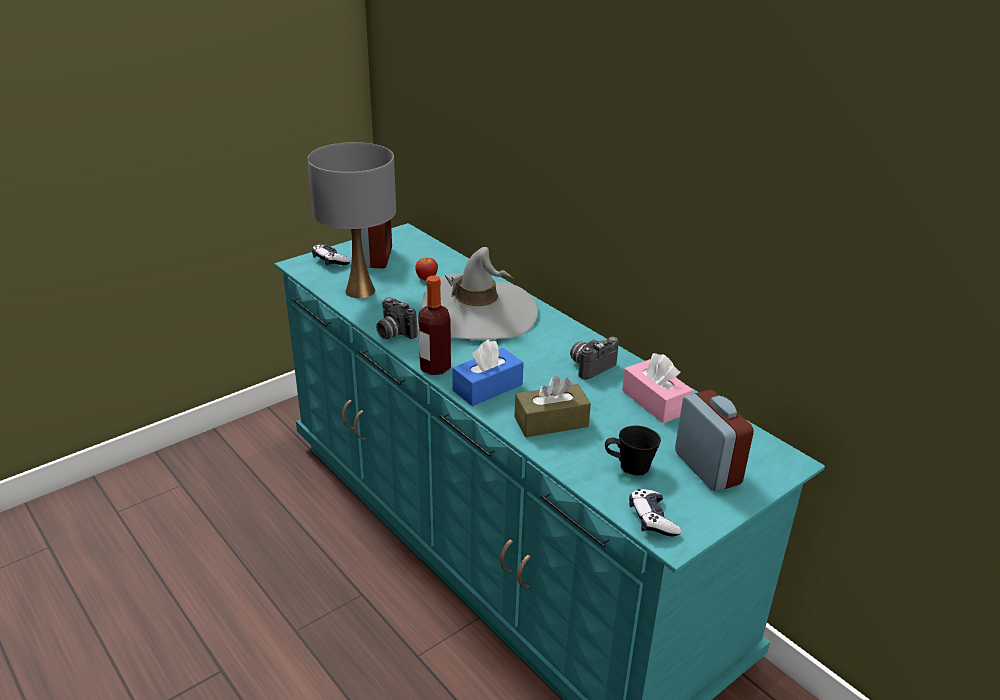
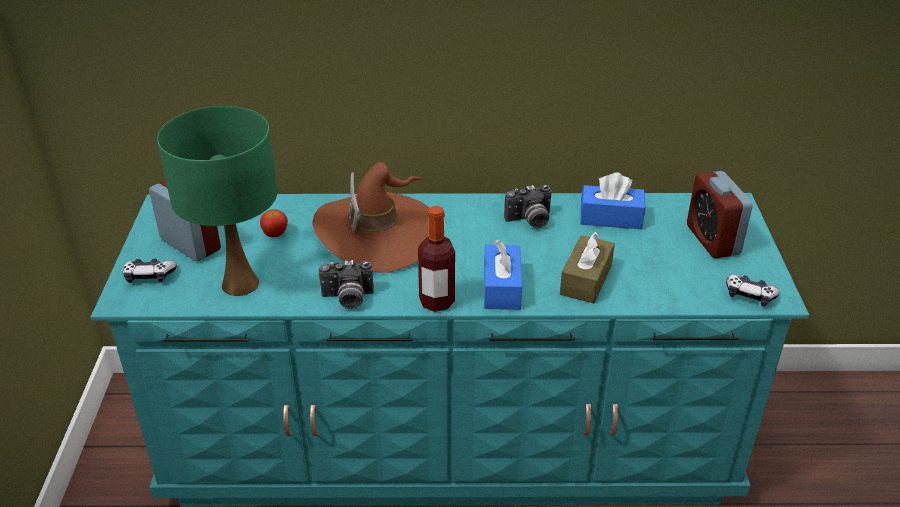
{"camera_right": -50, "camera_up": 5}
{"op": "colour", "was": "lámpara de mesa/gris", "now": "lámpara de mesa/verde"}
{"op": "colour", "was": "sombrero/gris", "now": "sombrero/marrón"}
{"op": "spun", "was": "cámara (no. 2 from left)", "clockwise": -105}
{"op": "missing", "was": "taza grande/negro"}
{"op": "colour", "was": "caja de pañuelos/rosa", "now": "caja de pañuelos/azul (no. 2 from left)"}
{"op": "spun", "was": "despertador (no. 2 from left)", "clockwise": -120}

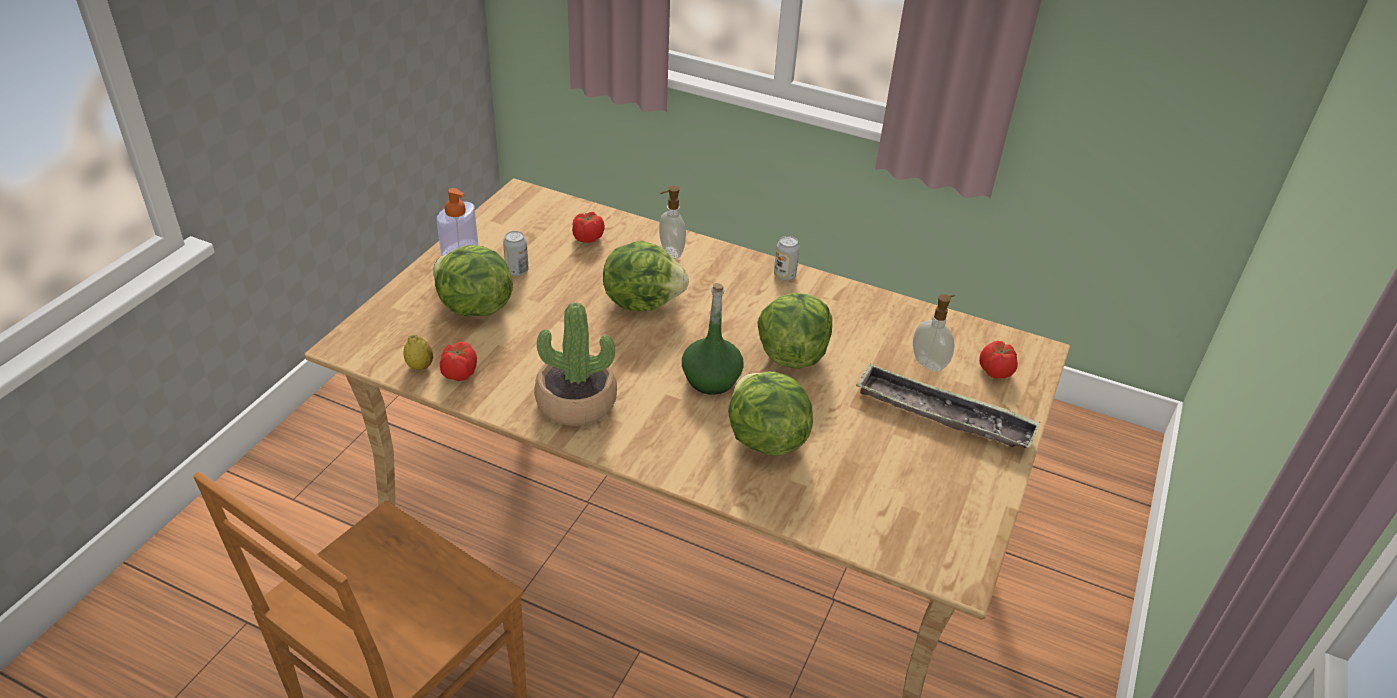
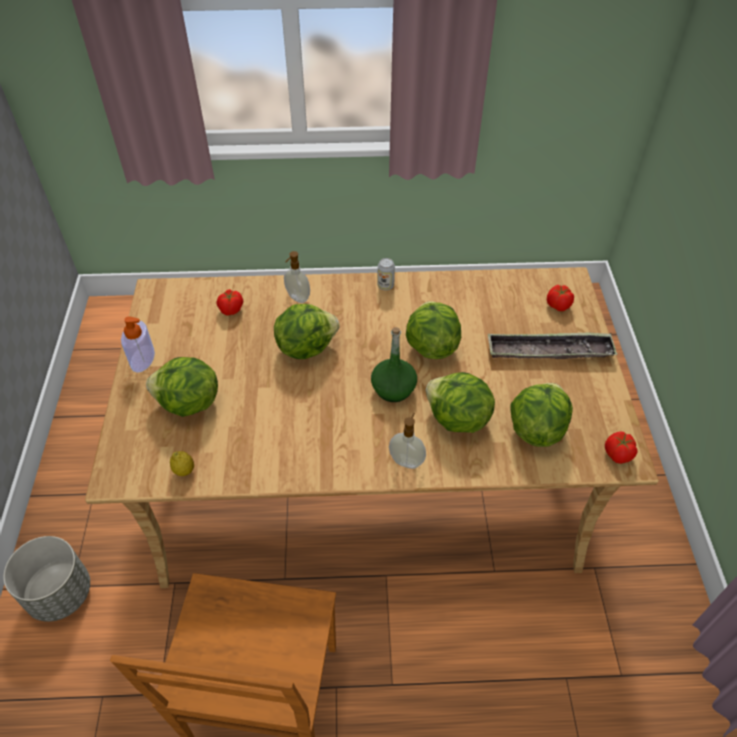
{"camera_right": -25, "camera_up": 10}
{"op": "relocated", "was": "tomate (no. 1 from left in the first image)", "now": "tomate (no. 3 from left)"}
{"op": "missing", "was": "lata (no. 1 from left)"}
{"op": "missing", "was": "planta en maceta"}
{"op": "relocated", "was": "dispensador de jabón (no. 3 from left)"}
{"op": "appeared", "now": "maceta/gris"}
{"op": "appeared", "now": "lechuga (no. 5 from left)"}

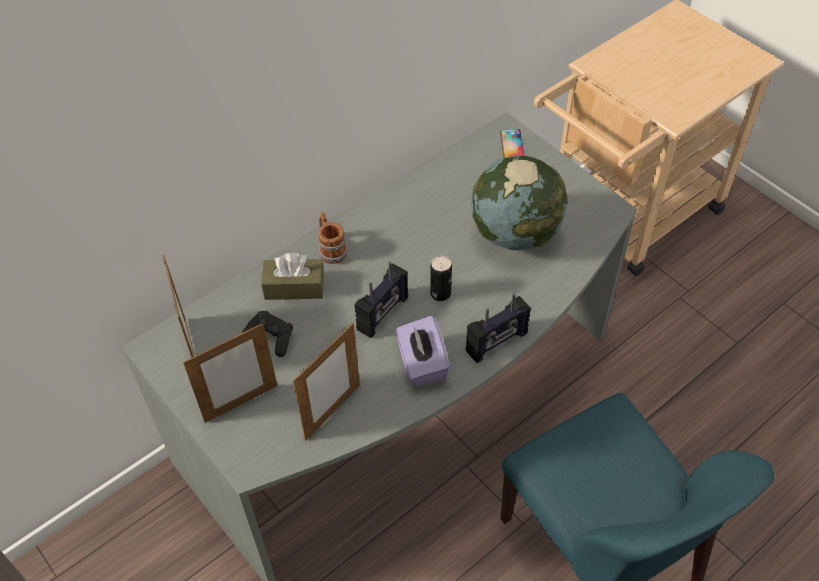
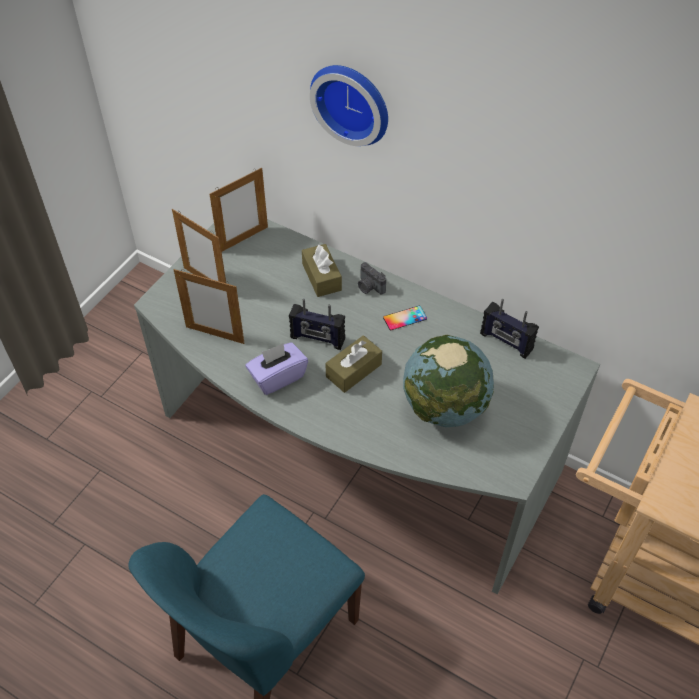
{"camera_right": 70, "camera_up": 0}
{"op": "missing", "was": "mando de consola/negro"}
{"op": "exchanged", "was": "taza grande", "now": "cámara"}
{"op": "exchanged", "was": "lata", "now": "caja de pañuelos/marrón (no. 2 from left)"}
{"op": "relocated", "was": "radio (no. 2 from left)"}
{"op": "relocated", "was": "móvil"}
{"op": "appeared", "now": "reloj de pared"}

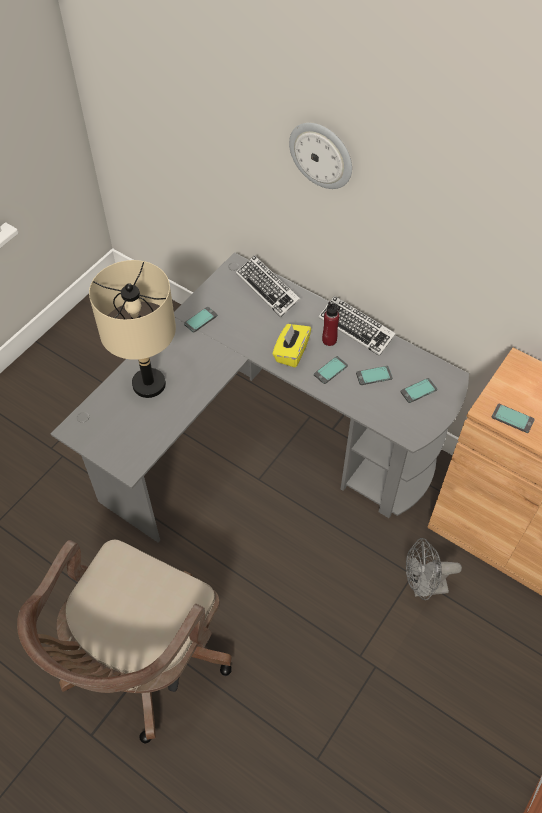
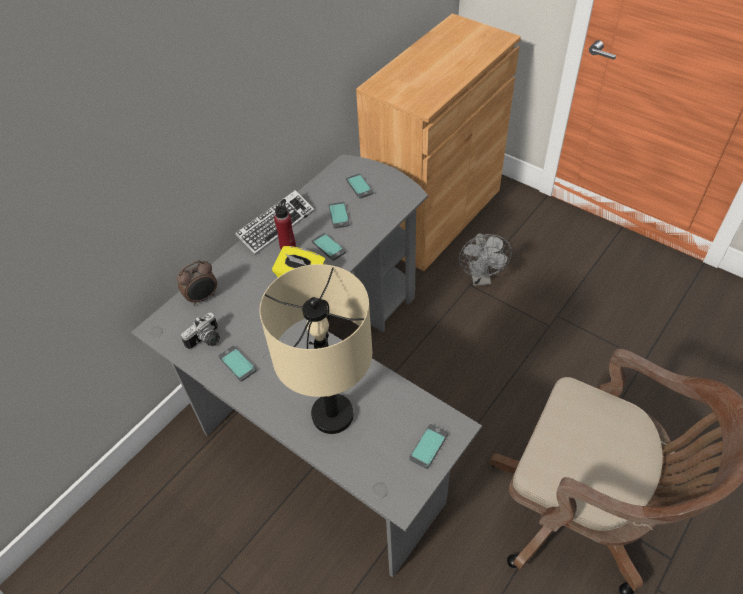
{"camera_right": -85, "camera_up": -5}
{"op": "exchanged", "was": "teclado (no. 1 from left)", "now": "despertador"}
{"op": "missing", "was": "reloj de pared"}
{"op": "relocated", "was": "móvil (no. 5 from left)"}
{"op": "appeared", "now": "cámara"}

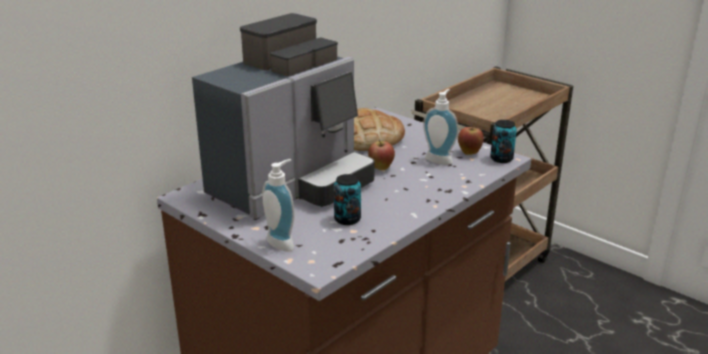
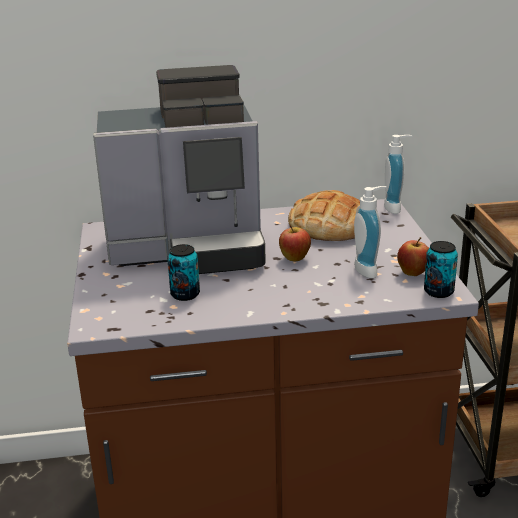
{"camera_right": 40, "camera_up": 0}
{"op": "relocated", "was": "dispensador de jabón (no. 1 from left in the first image)", "now": "dispensador de jabón (no. 2 from left)"}

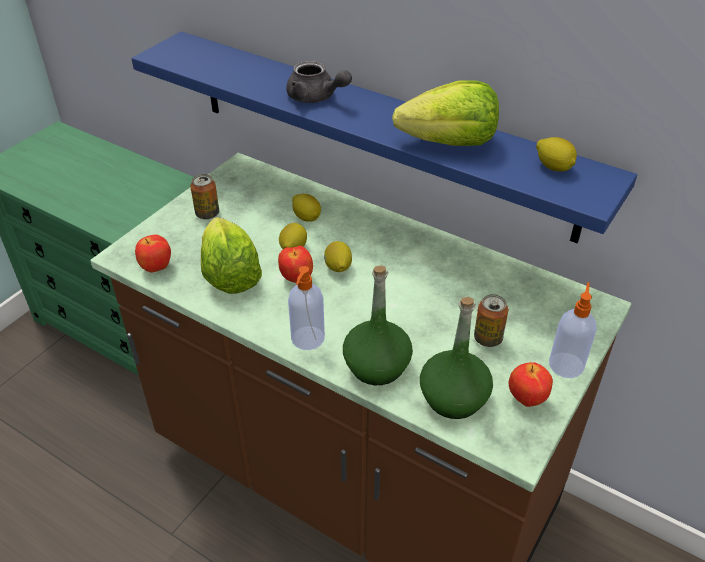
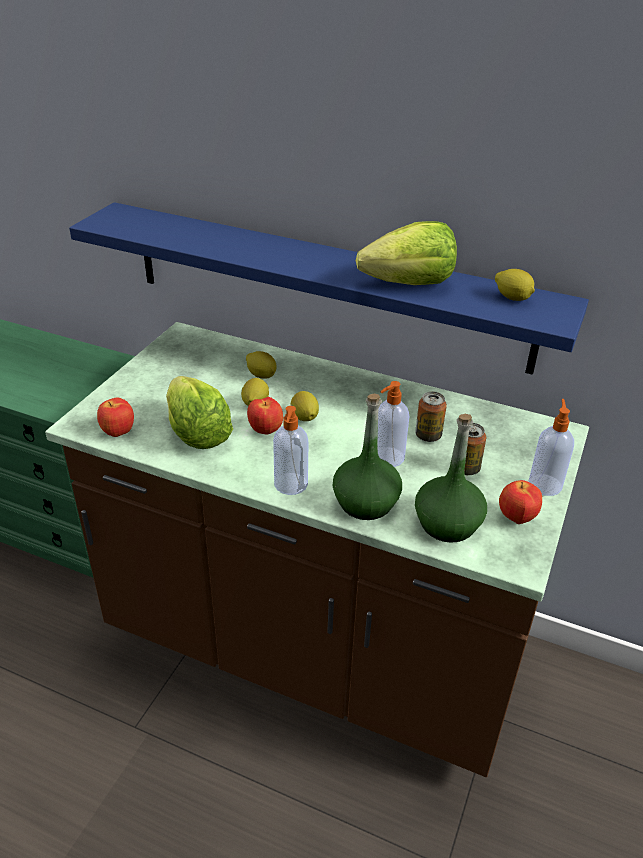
{"camera_right": -10, "camera_up": -5}
{"op": "relocated", "was": "lata (no. 1 from left)"}
{"op": "missing", "was": "tetera/gris"}
{"op": "appeared", "now": "dispensador de jabón (no. 2 from left)"}

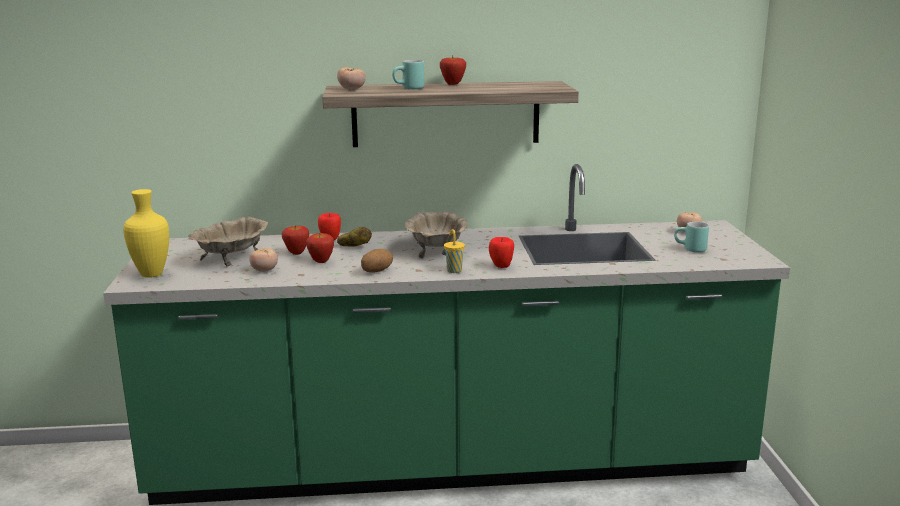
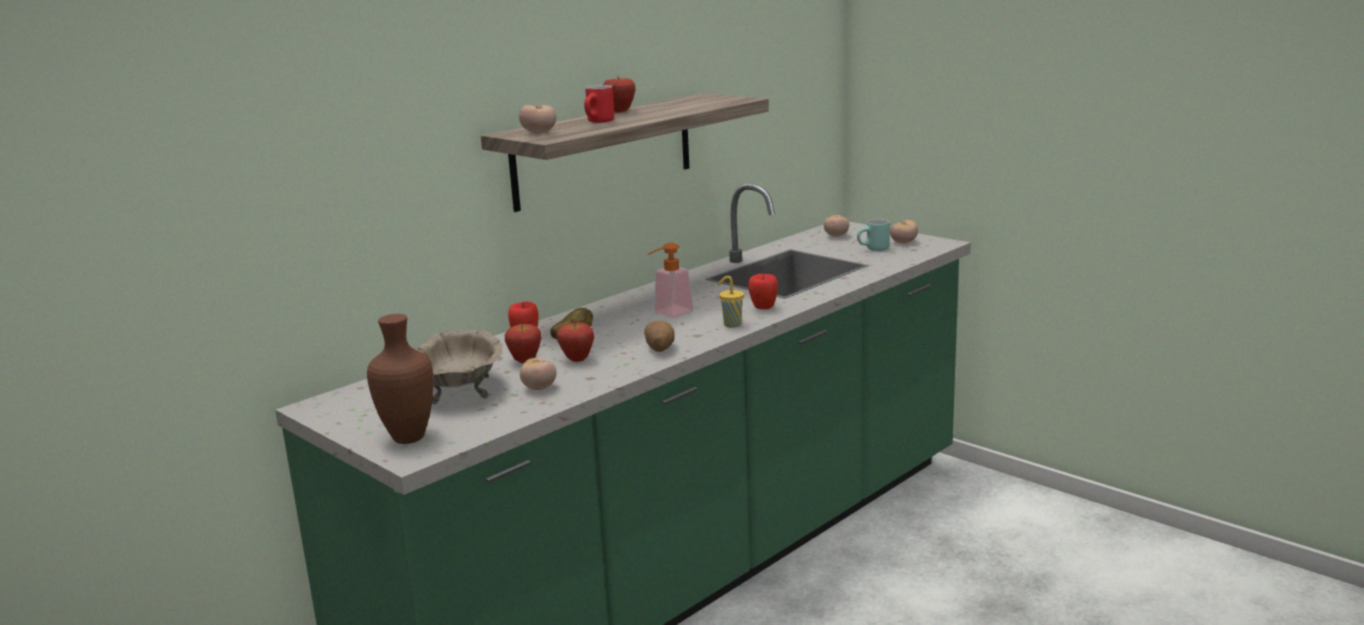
{"camera_right": -40, "camera_up": 0}
{"op": "colour", "was": "florero/amarillo", "now": "florero/marrón"}
{"op": "colour", "was": "taza grande/turquesa (no. 1 from left)", "now": "taza grande/rojo"}
{"op": "exchanged", "was": "cuenco/beis (no. 2 from left)", "now": "dispensador de jabón"}
{"op": "appeared", "now": "tomate (no. 4 from left)"}

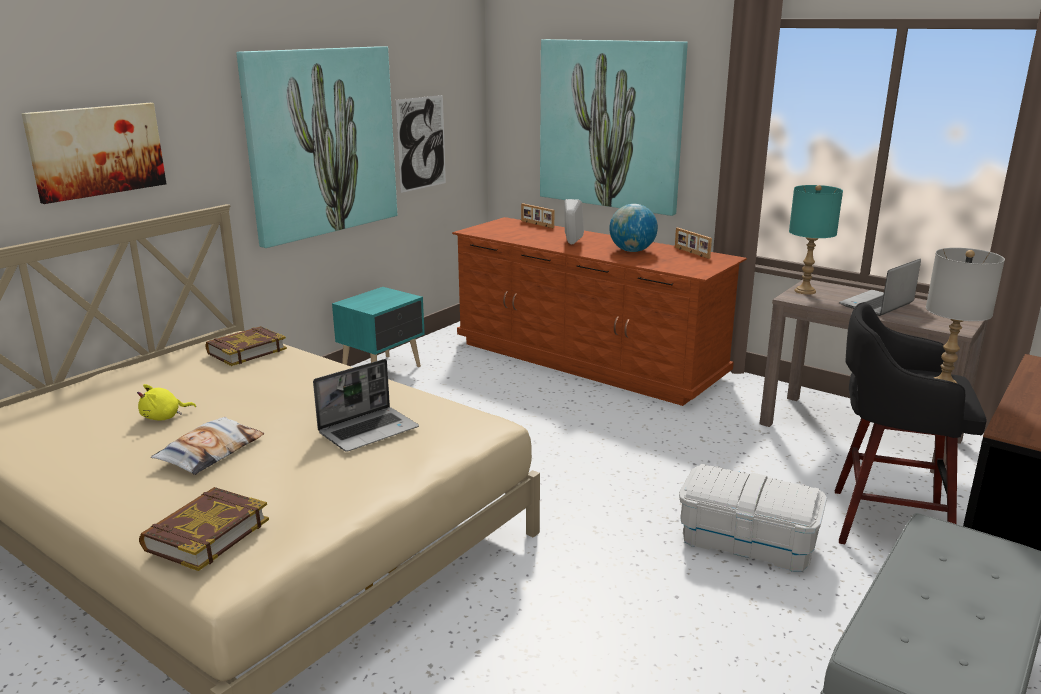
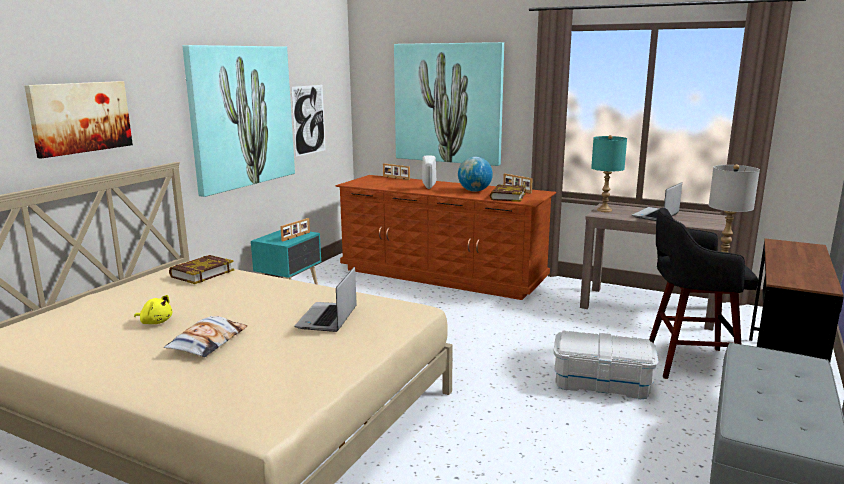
{"camera_right": -10, "camera_up": -5}
{"op": "spun", "was": "peluche/amarillo", "clockwise": -120}
{"op": "relocated", "was": "libro (no. 1 from left in the first image)", "now": "libro (no. 2 from left)"}
{"op": "spun", "was": "portátil (no. 1 from left)", "clockwise": 150}
{"op": "appeared", "now": "portarretratos (no. 1 from left)"}

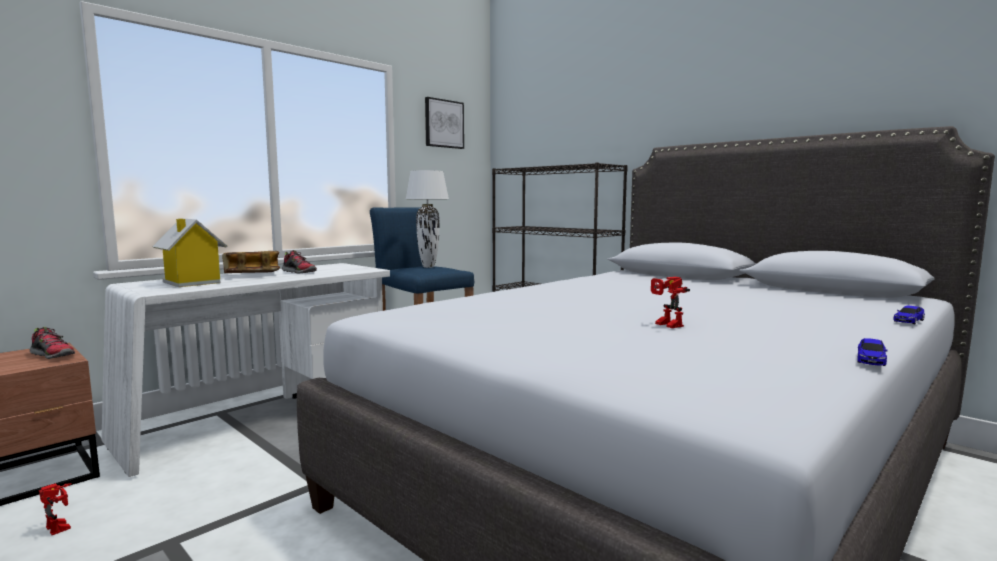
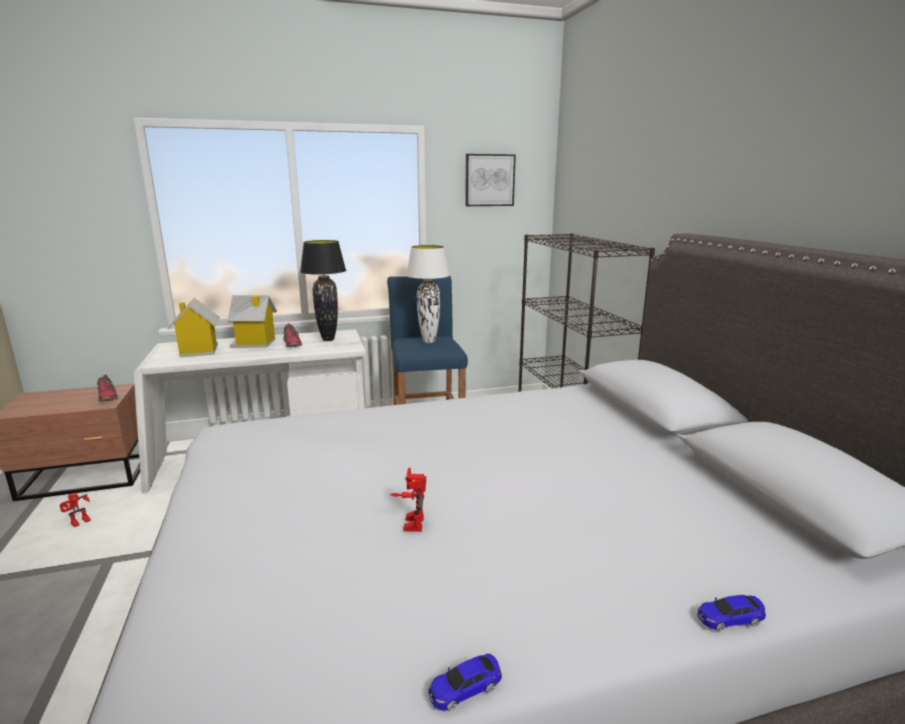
{"camera_right": 30, "camera_up": 10}
{"op": "spun", "was": "robot de juguete (no. 1 from left)", "clockwise": 60}
{"op": "exchanged", "was": "libro", "now": "casita (no. 2 from left)"}
{"op": "appeared", "now": "lámpara de mesa/negro"}

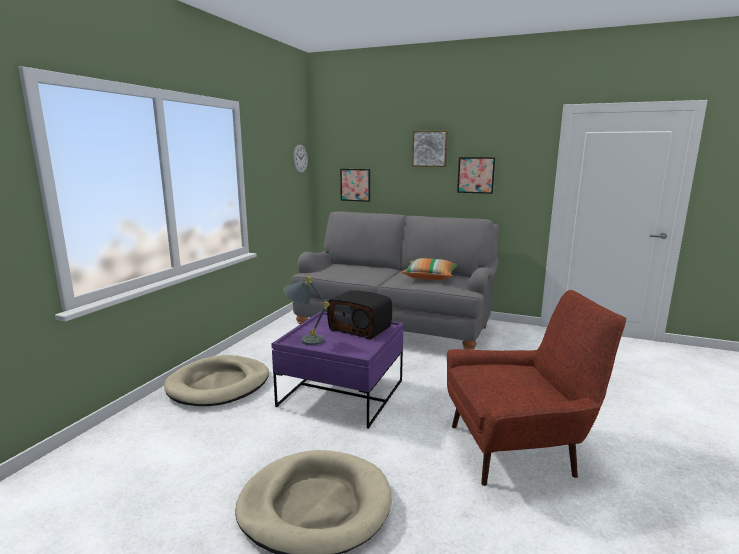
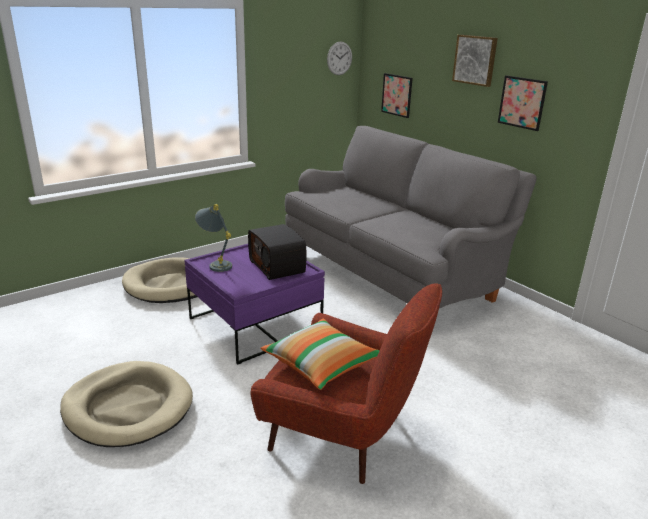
{"camera_right": 30, "camera_up": 10}
{"op": "relocated", "was": "cojín"}

